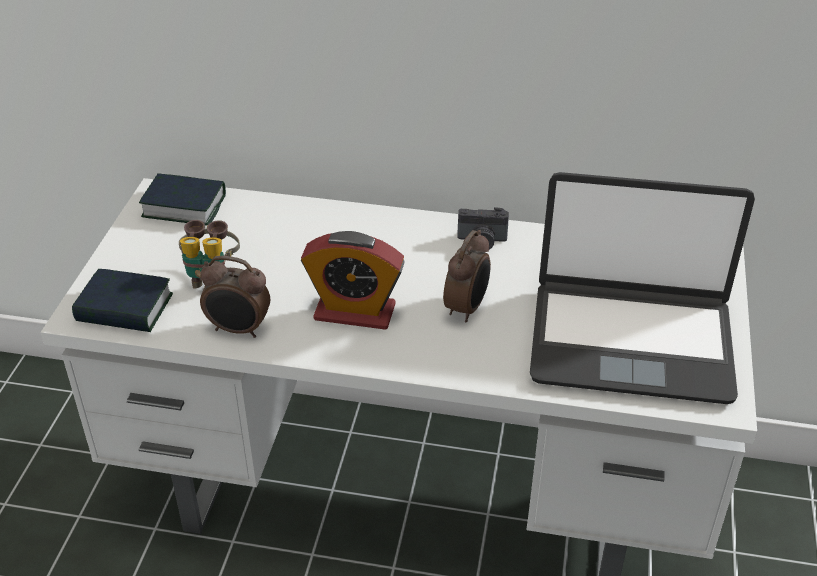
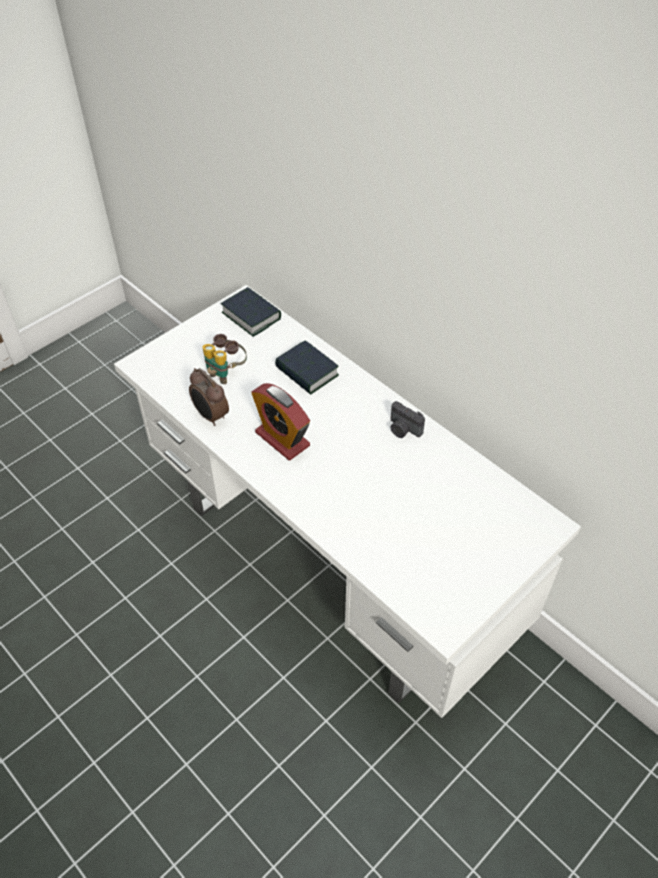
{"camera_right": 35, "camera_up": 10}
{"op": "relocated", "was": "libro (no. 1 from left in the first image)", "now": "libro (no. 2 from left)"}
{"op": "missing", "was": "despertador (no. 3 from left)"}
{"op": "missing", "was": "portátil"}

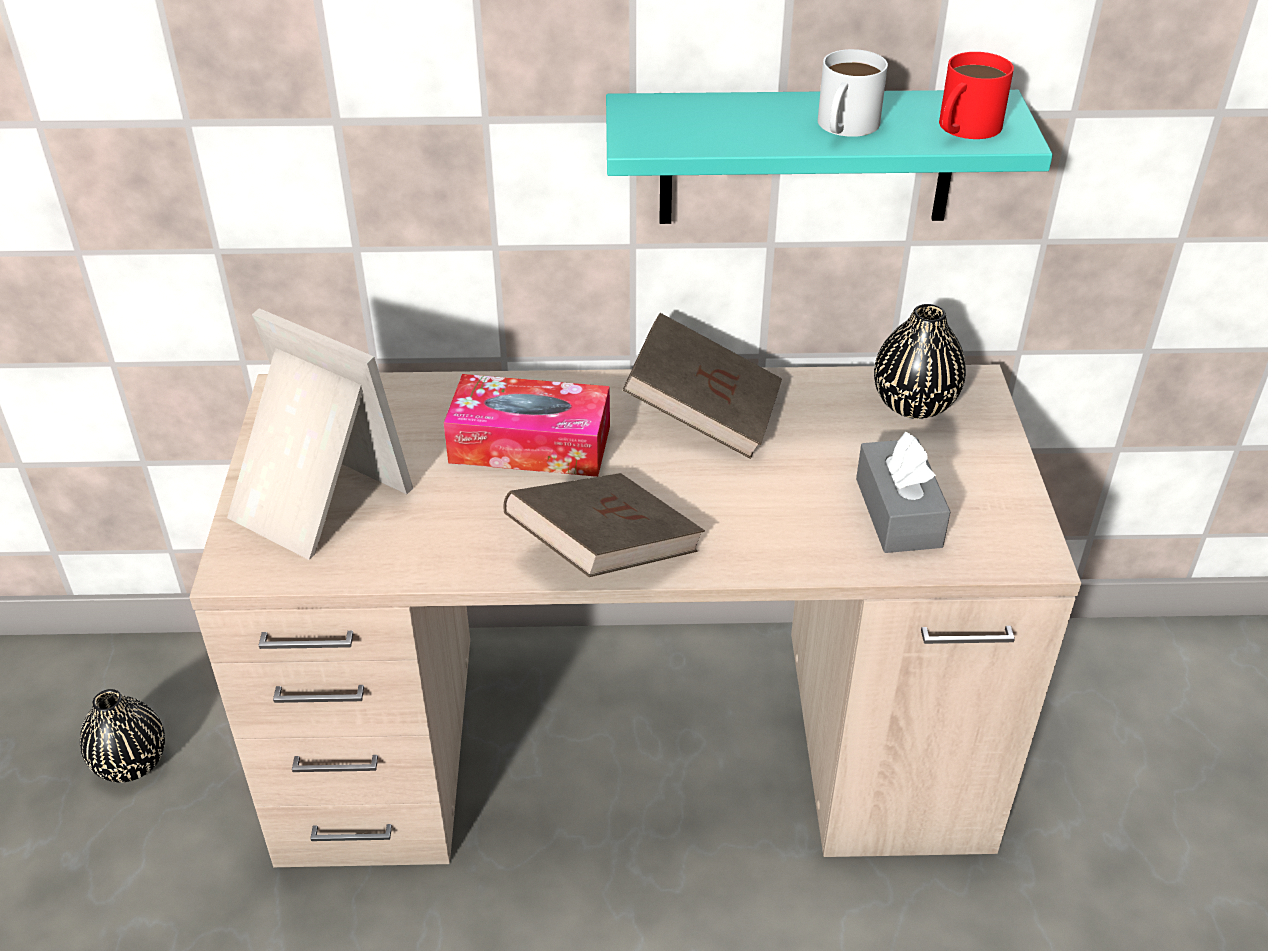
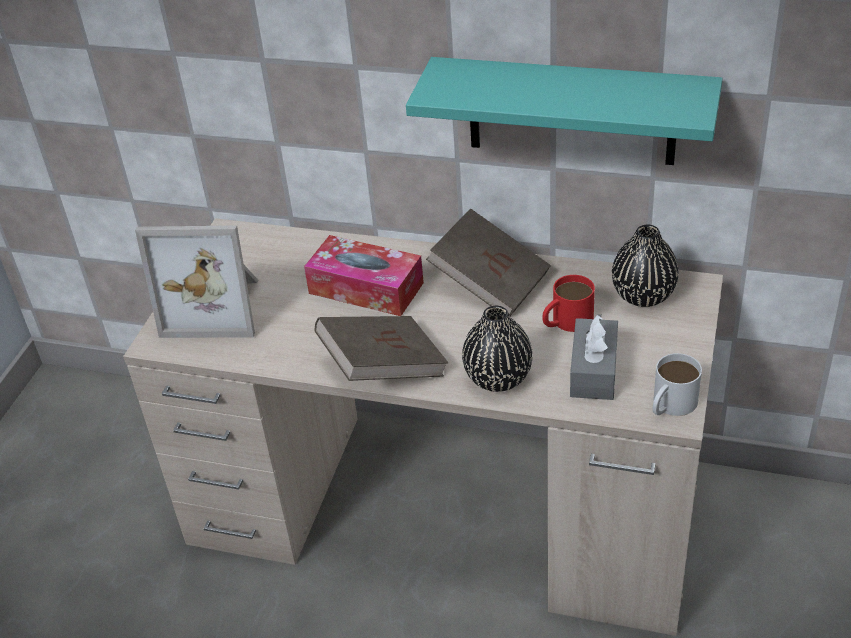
{"camera_right": 20, "camera_up": 0}
{"op": "relocated", "was": "florero/negro (no. 1 from left)"}
{"op": "spun", "was": "portarretratos", "clockwise": 135}
{"op": "relocated", "was": "taza grande/blanco"}
{"op": "relocated", "was": "taza grande/rojo"}

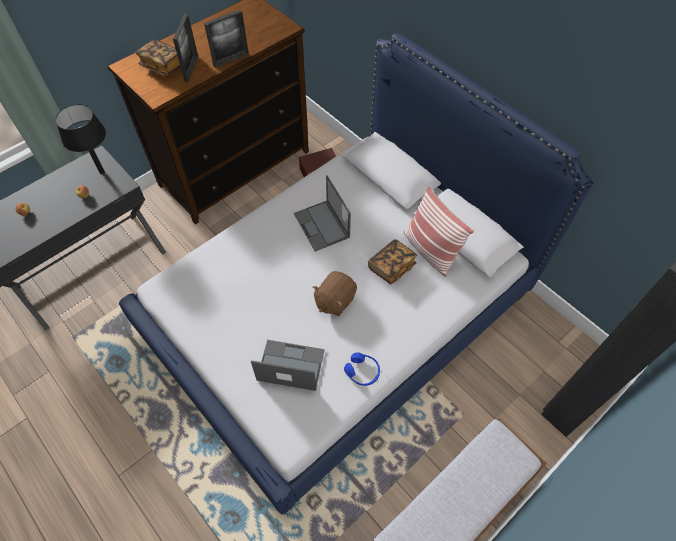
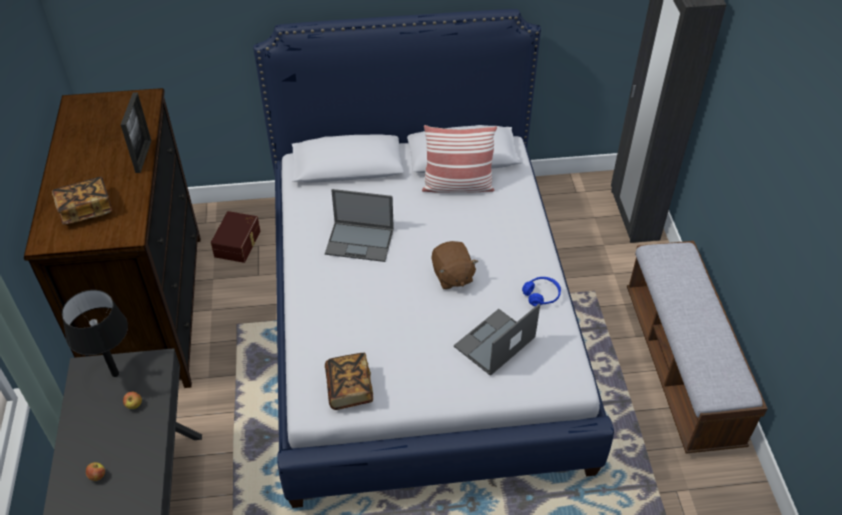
{"camera_right": -55, "camera_up": -10}
{"op": "missing", "was": "portarretratos (no. 1 from left)"}
{"op": "relocated", "was": "libro (no. 2 from left)"}

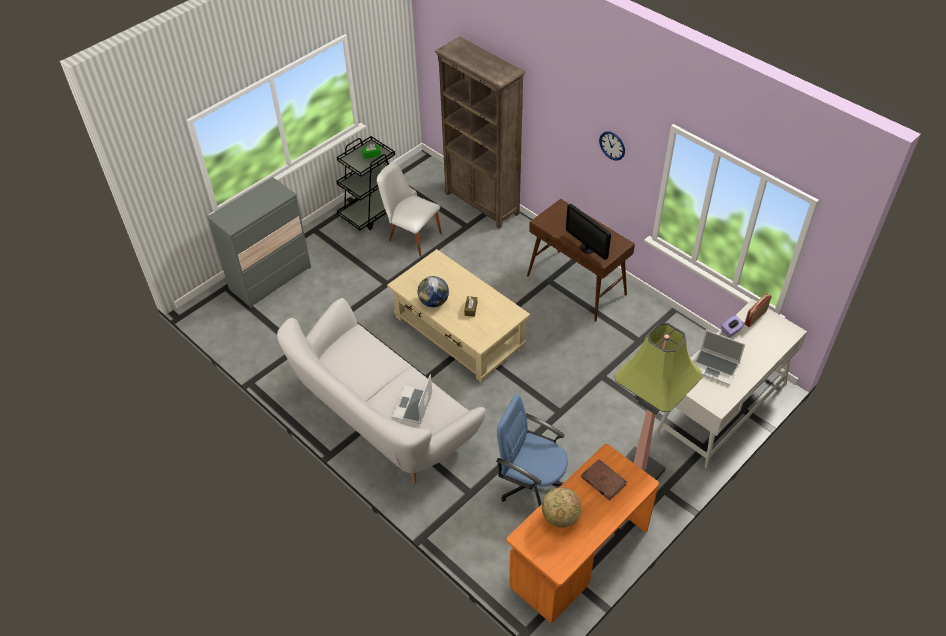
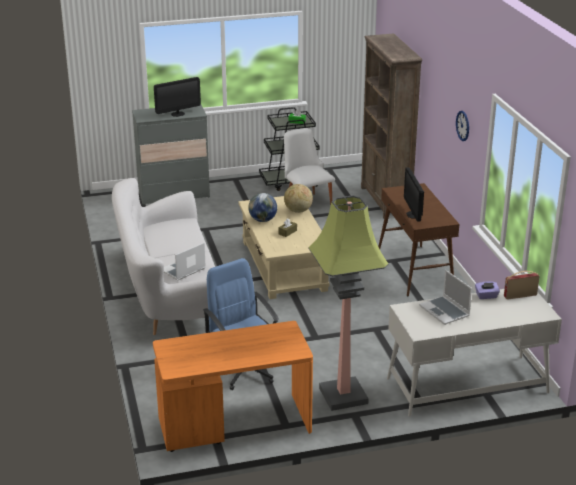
{"camera_right": 30, "camera_up": -20}
{"op": "relocated", "was": "globo terráqueo (no. 2 from left)"}
{"op": "missing", "was": "libro/marrón"}
{"op": "appeared", "now": "monitor (no. 1 from left)"}

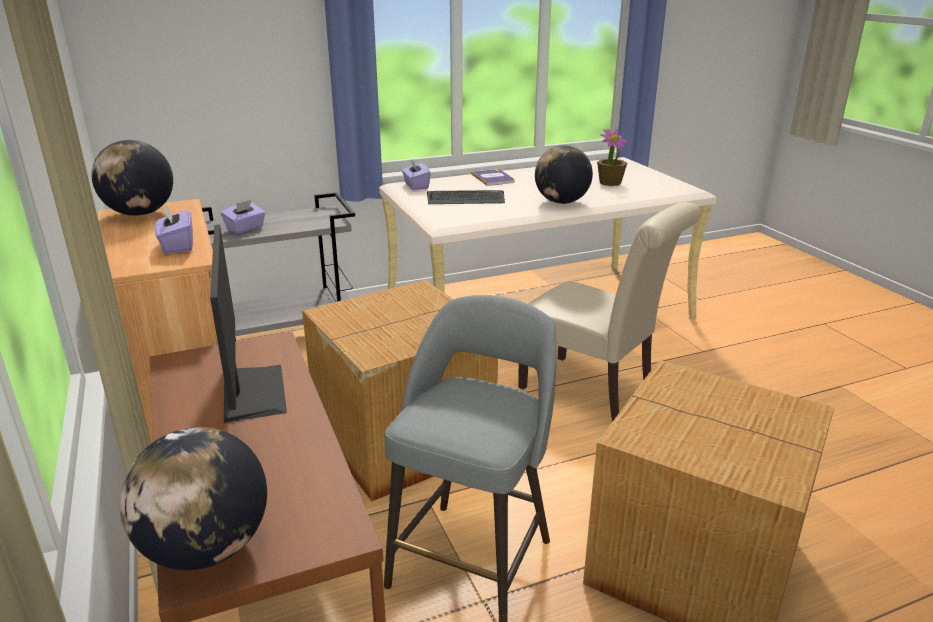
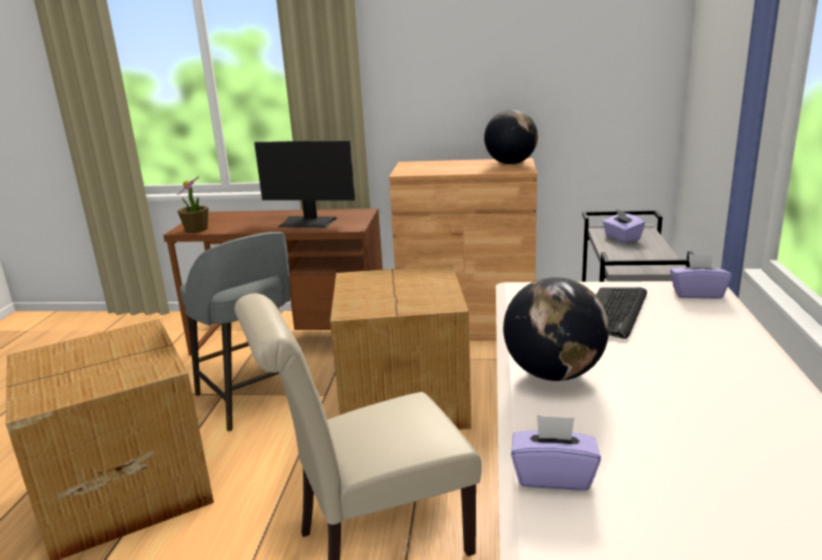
{"camera_right": 120, "camera_up": -5}
{"op": "missing", "was": "globo terráqueo (no. 2 from left)"}
{"op": "relocated", "was": "caja de pañuelos/morado (no. 1 from left)"}
{"op": "missing", "was": "libro"}
{"op": "relocated", "was": "planta en maceta"}

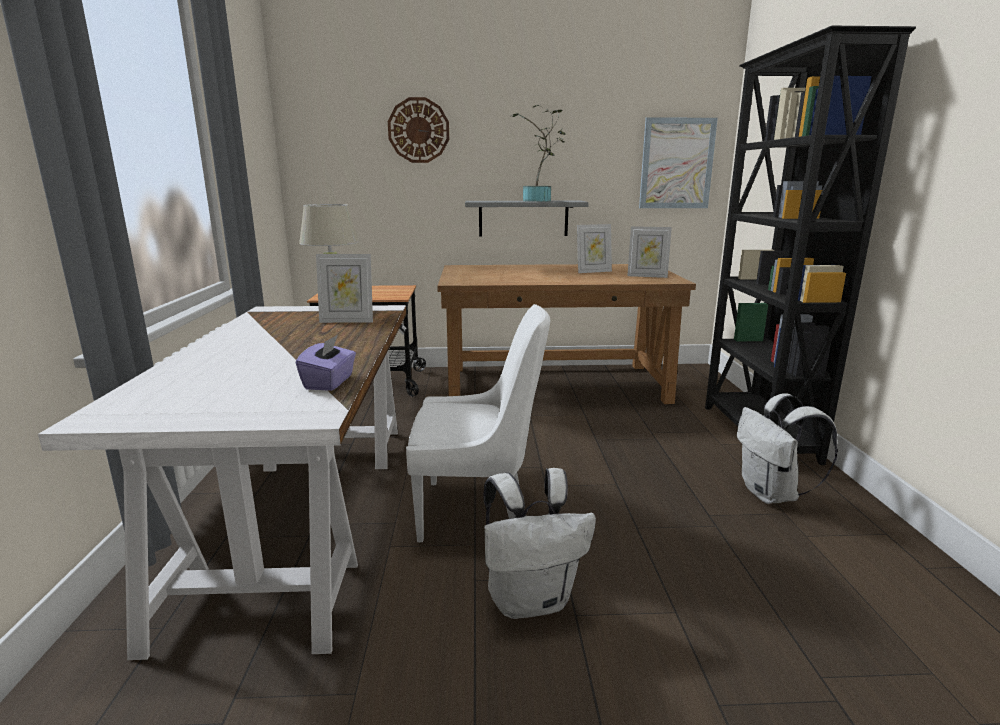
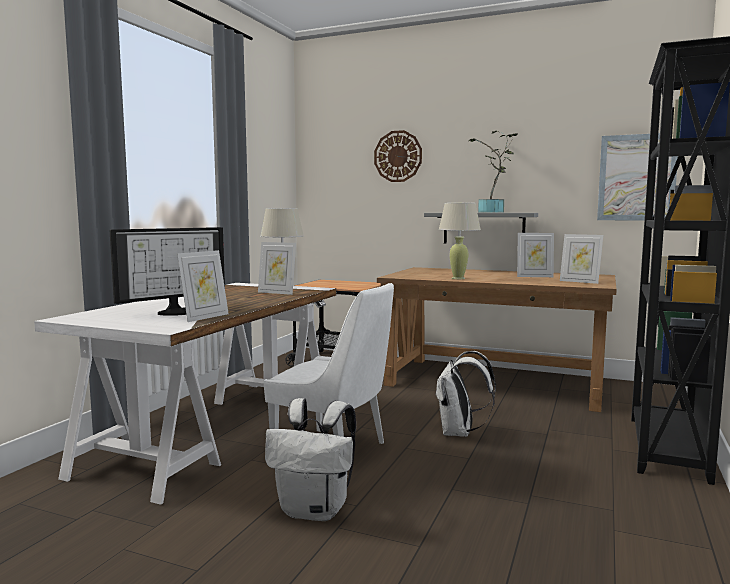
{"camera_right": 25, "camera_up": -10}
{"op": "exchanged", "was": "caja de pañuelos/morado", "now": "portarretratos (no. 1 from left)"}
{"op": "relocated", "was": "mochila/blanco (no. 2 from left)"}
{"op": "appeared", "now": "monitor"}
{"op": "appeared", "now": "lámpara de mesa/beis (no. 2 from left)"}

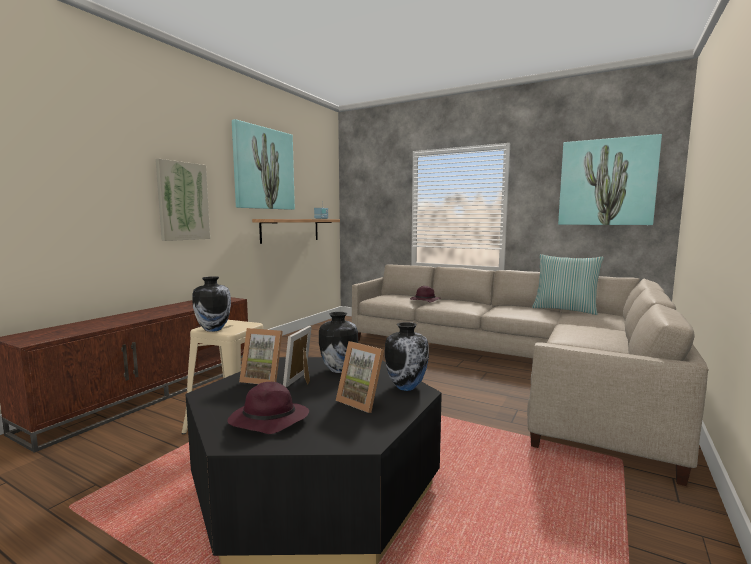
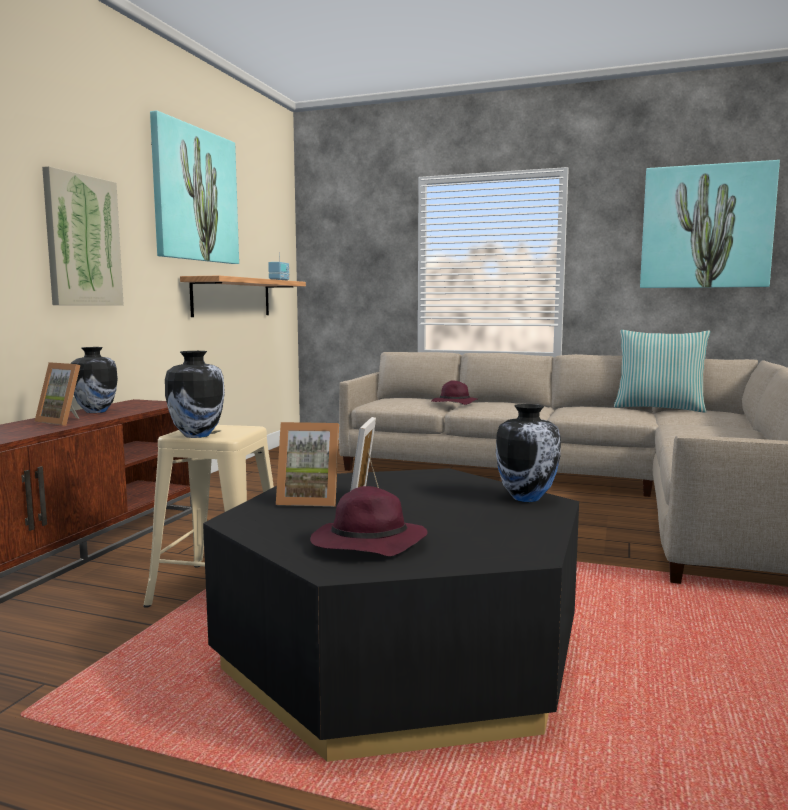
{"camera_right": -10, "camera_up": 0}
{"op": "relocated", "was": "florero (no. 2 from left in the first image)", "now": "florero (no. 1 from left)"}
{"op": "relocated", "was": "portarretratos (no. 3 from left in the first image)", "now": "portarretratos (no. 1 from left)"}

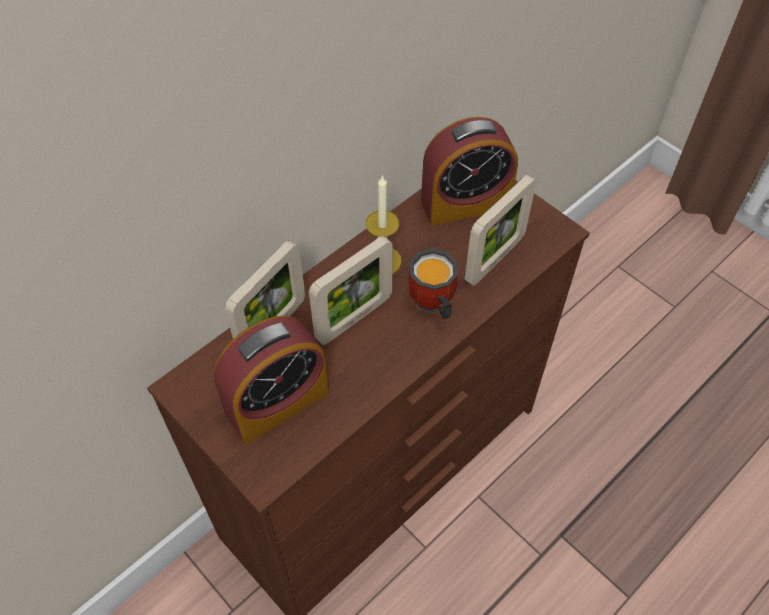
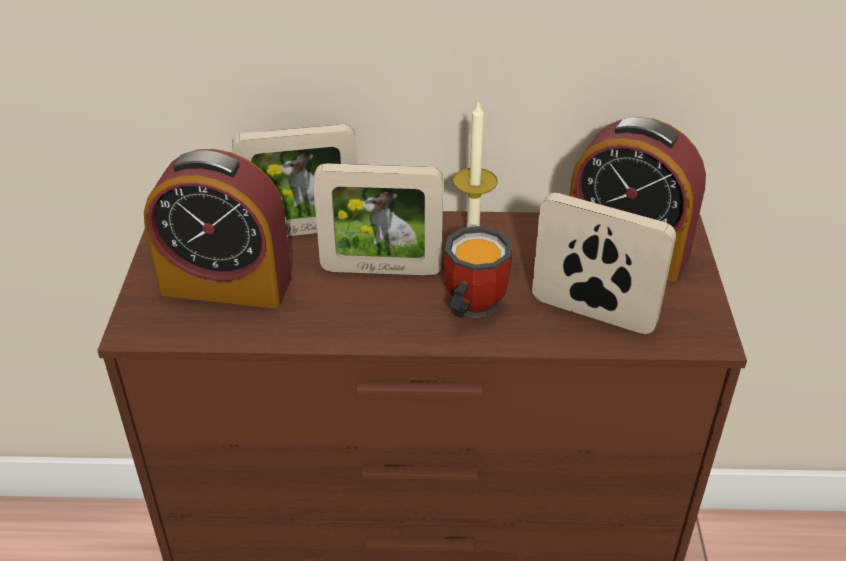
{"camera_right": 45, "camera_up": -15}
{"op": "spun", "was": "portarretratos (no. 3 from left)", "clockwise": -150}

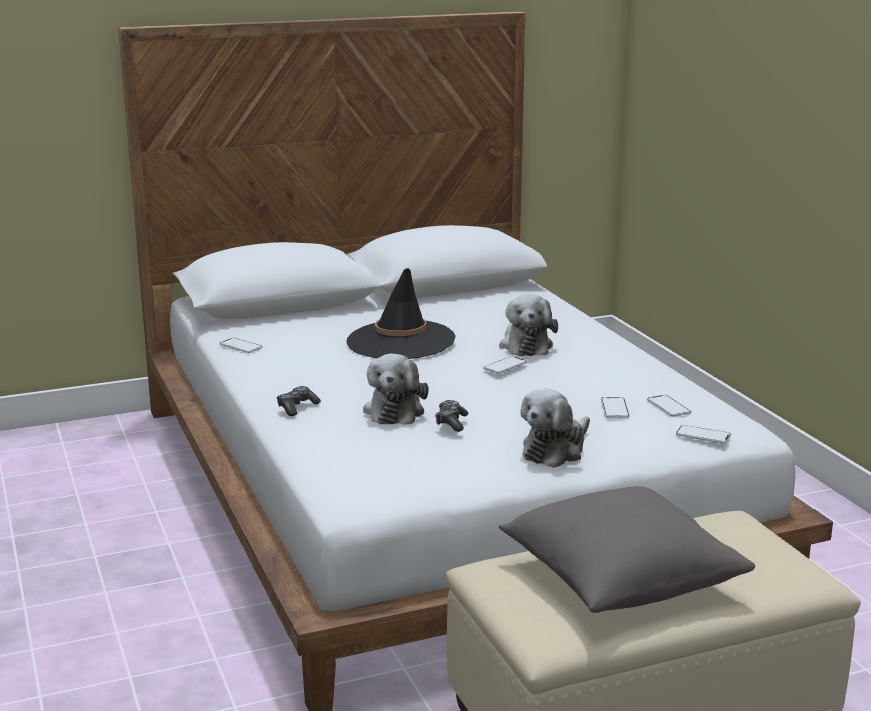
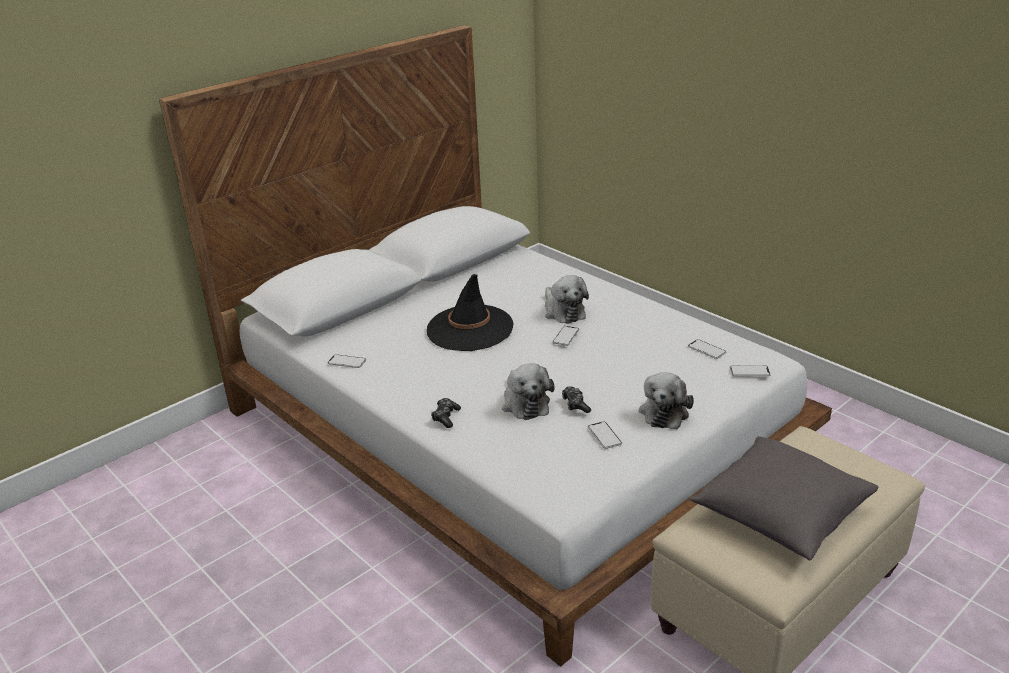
{"camera_right": -20, "camera_up": 10}
{"op": "relocated", "was": "móvil (no. 3 from left)"}

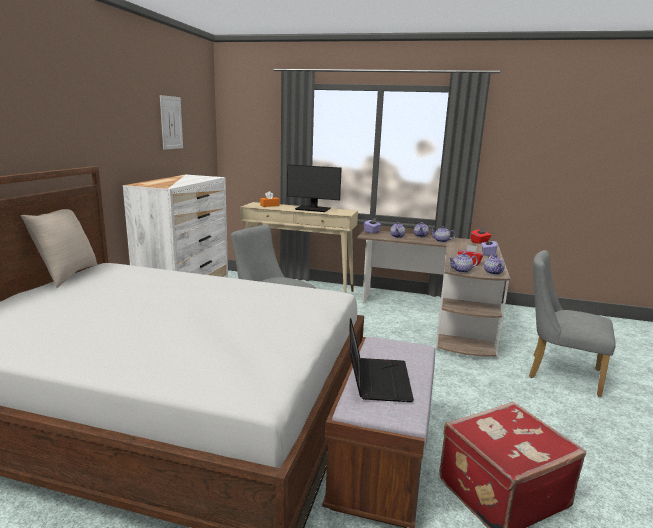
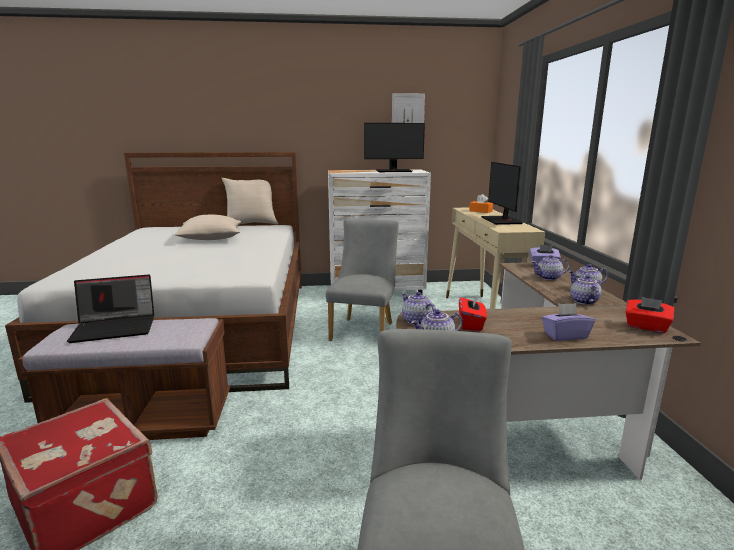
{"camera_right": 70, "camera_up": 0}
{"op": "appeared", "now": "cojín/beis (no. 1 from left)"}
{"op": "appeared", "now": "monitor (no. 1 from left)"}

